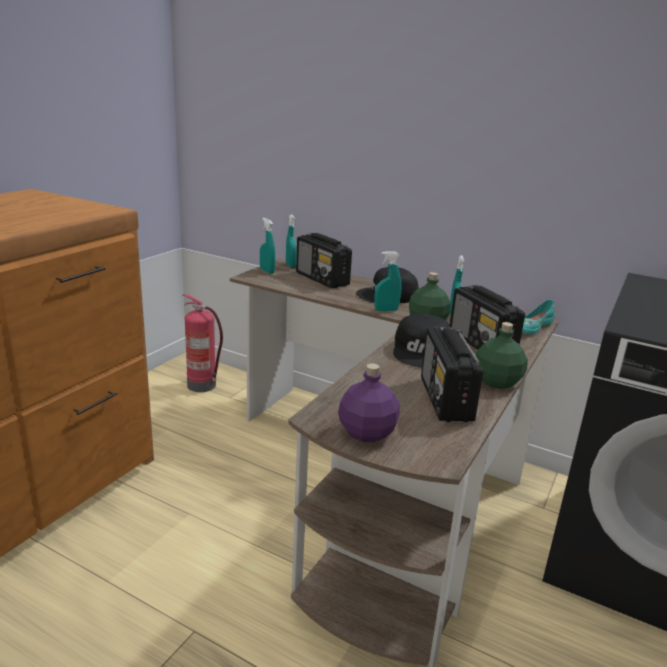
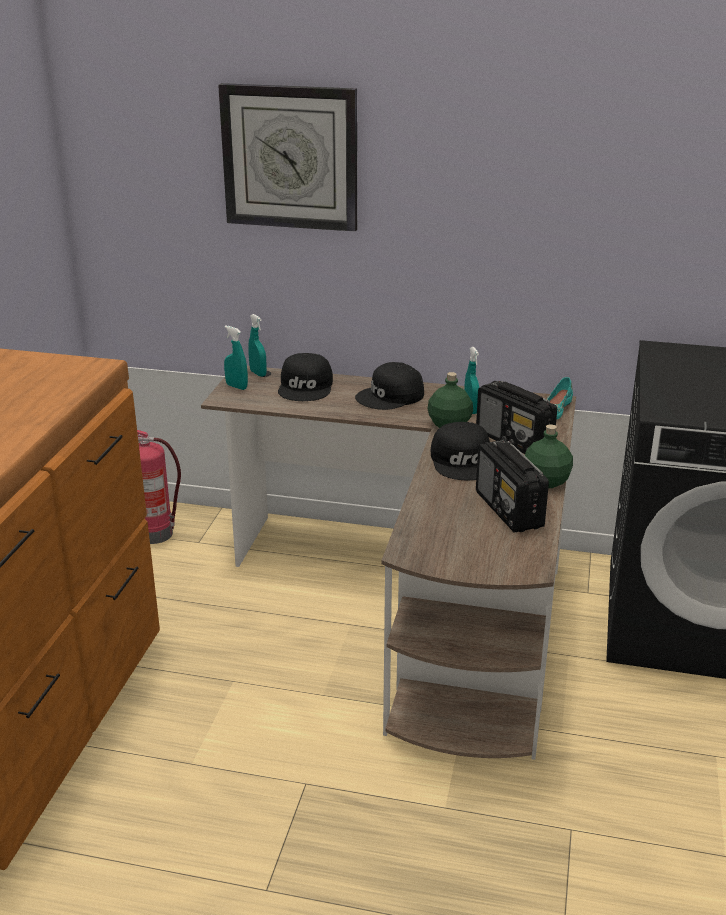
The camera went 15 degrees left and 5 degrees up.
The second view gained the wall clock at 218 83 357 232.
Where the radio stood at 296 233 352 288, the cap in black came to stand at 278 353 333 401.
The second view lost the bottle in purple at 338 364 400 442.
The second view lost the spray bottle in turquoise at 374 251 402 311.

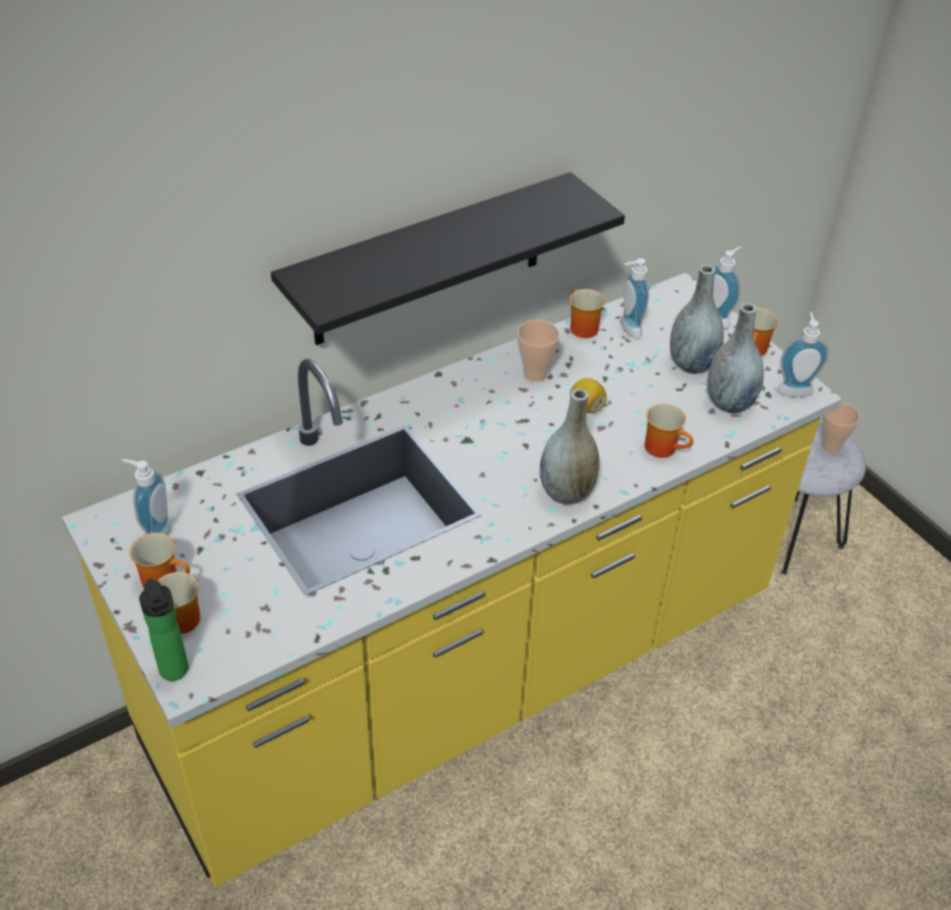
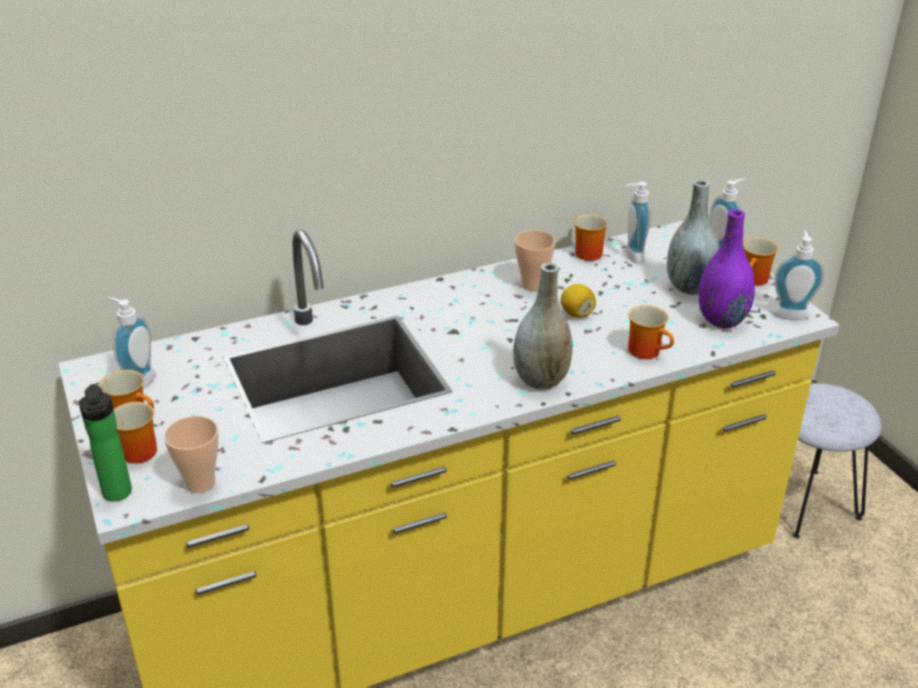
The camera went 10 degrees right and 10 degrees down.
The cup ended up elsewhere, having gone from 821 402 860 453 to 164 416 219 494.
What was the vase in grey at 707 303 764 414 turned into the vase in purple at 699 209 755 329.
The second view lost the shelf in black at 271 172 625 345.

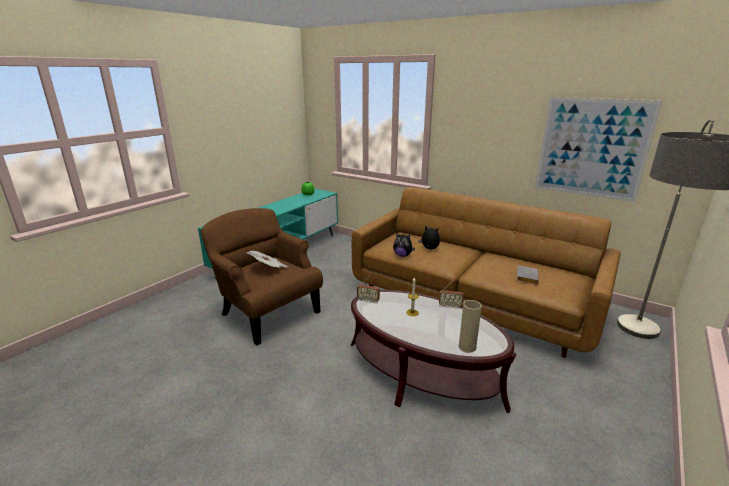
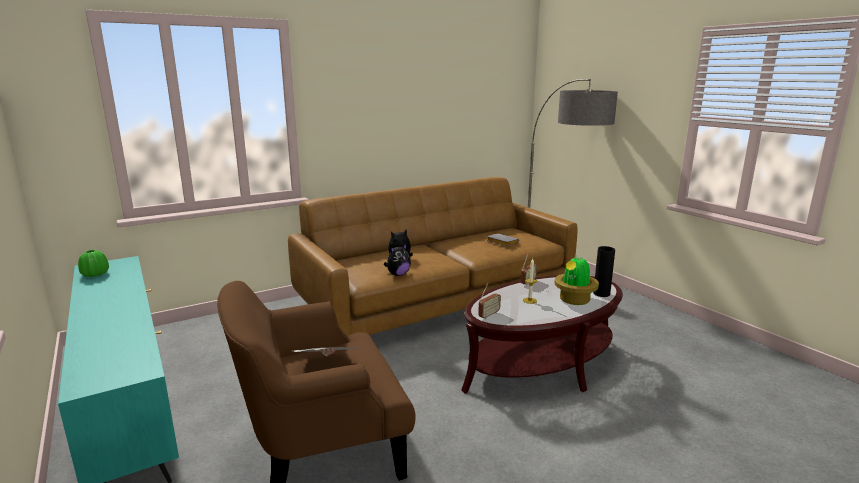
The camera went 65 degrees left and 5 degrees down.
The second view gained the potted plant at 554 255 599 305.
What was the vase in beige at 459 300 482 353 turned into the vase in black at 593 246 615 297.
The second view lost the picture at 535 97 663 202.

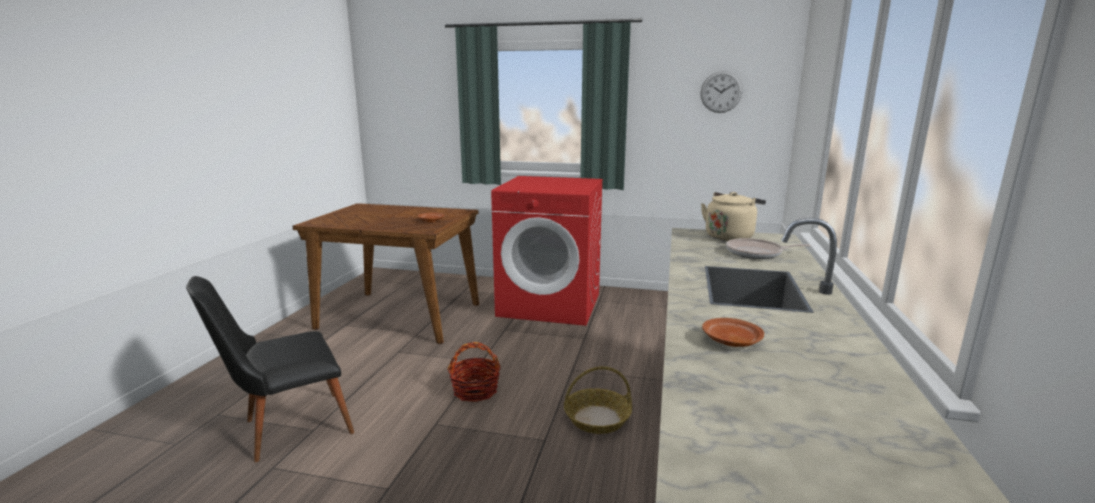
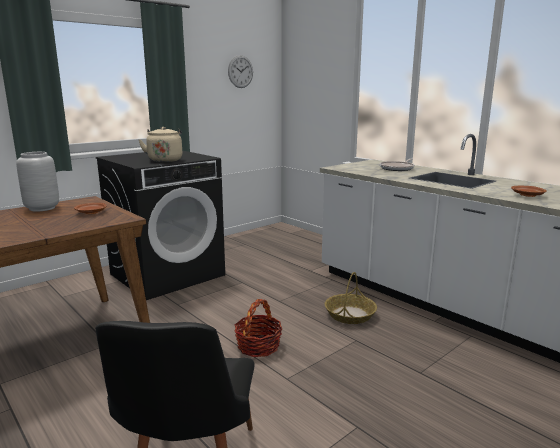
The camera went 55 degrees left and 0 degrees up.
The second view gained the vase in grey at 16 152 59 212.
What was the washing machine in red at 491 176 603 326 turned into the washing machine in black at 96 151 225 300.
The kettle in beige ended up elsewhere, having gone from 701 192 766 241 to 138 127 182 162.

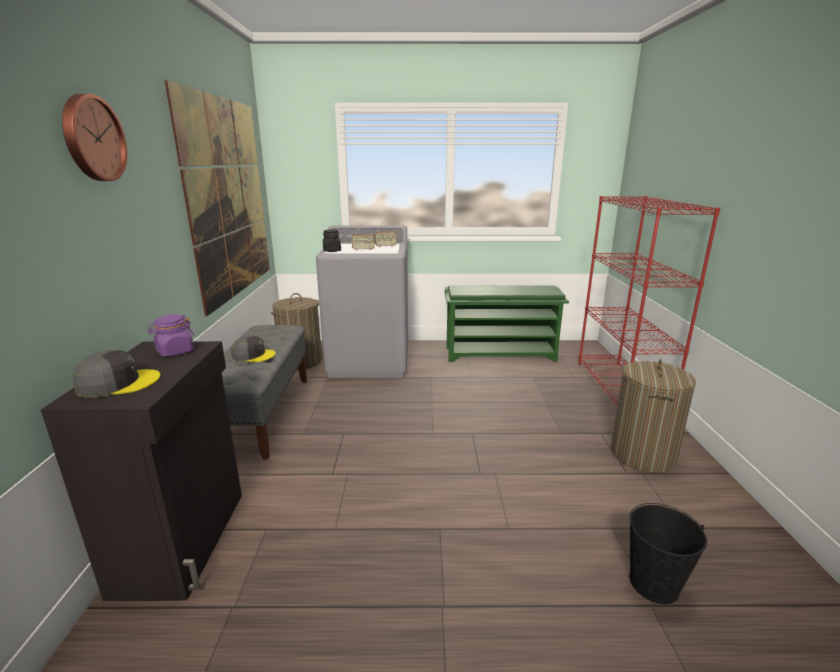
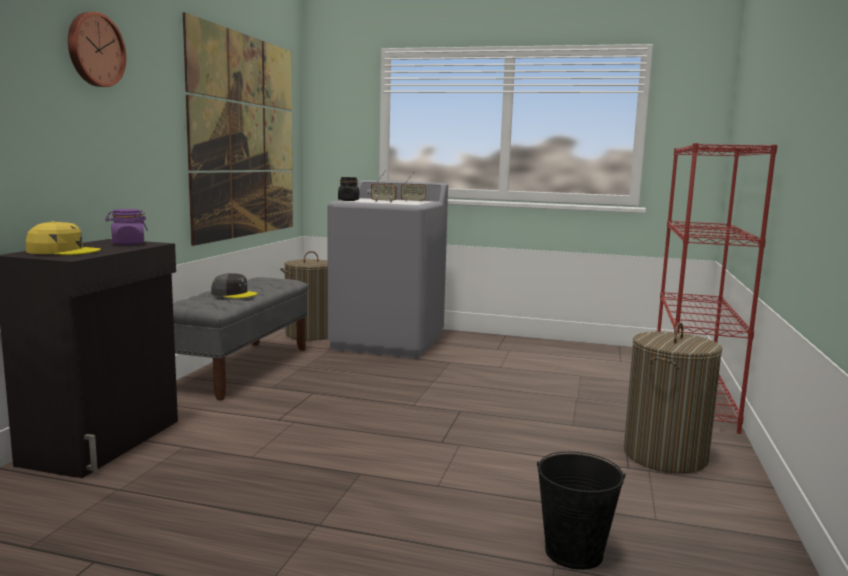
The camera went 15 degrees right and 10 degrees down.
What was the cap in grey at 73 350 161 397 turned into the cap in yellow at 26 221 101 255.
The second view lost the shoe rack in green at 445 286 569 362.

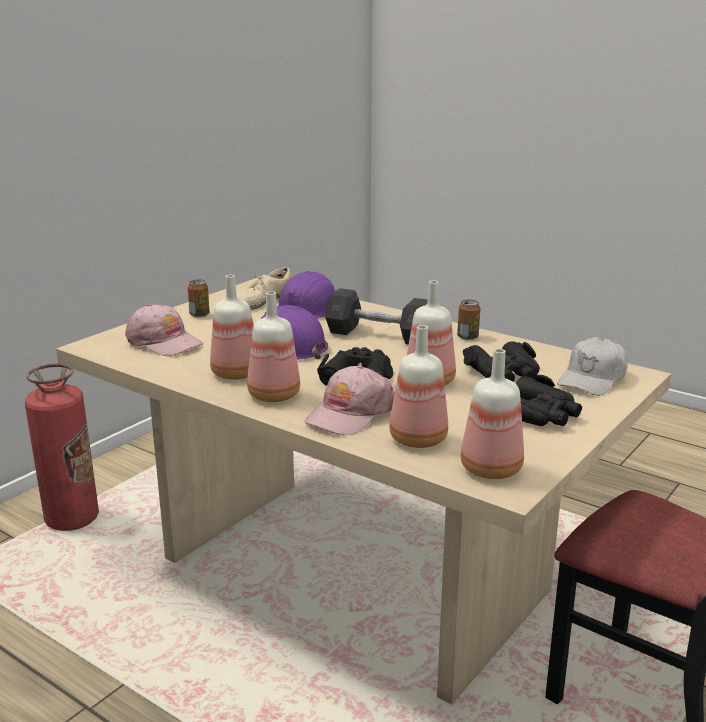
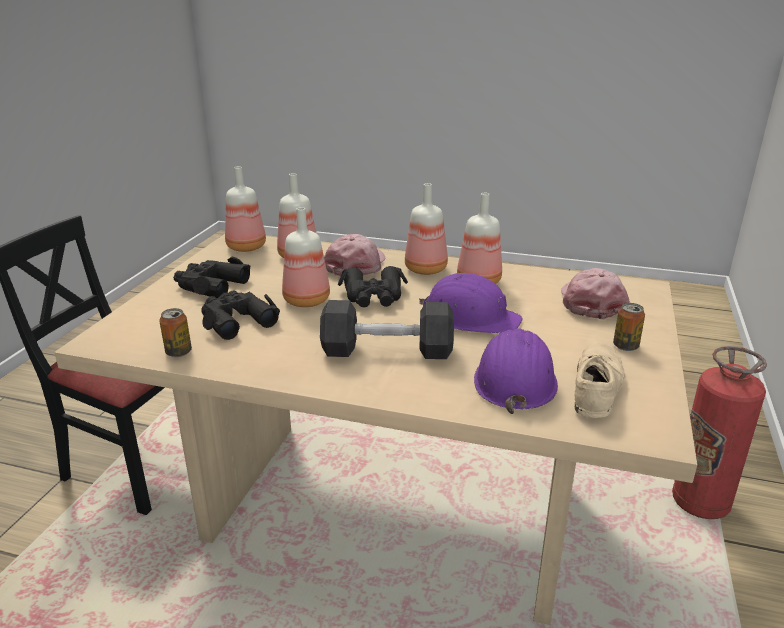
The camera went 160 degrees right and 5 degrees up.
The can ended up elsewhere, having gone from 457 299 481 340 to 159 308 192 357.
The cap in pink at 125 304 203 356 ended up facing another way, 75 degrees clockwise from before.
The second view lost the cap in white at 557 337 628 396.

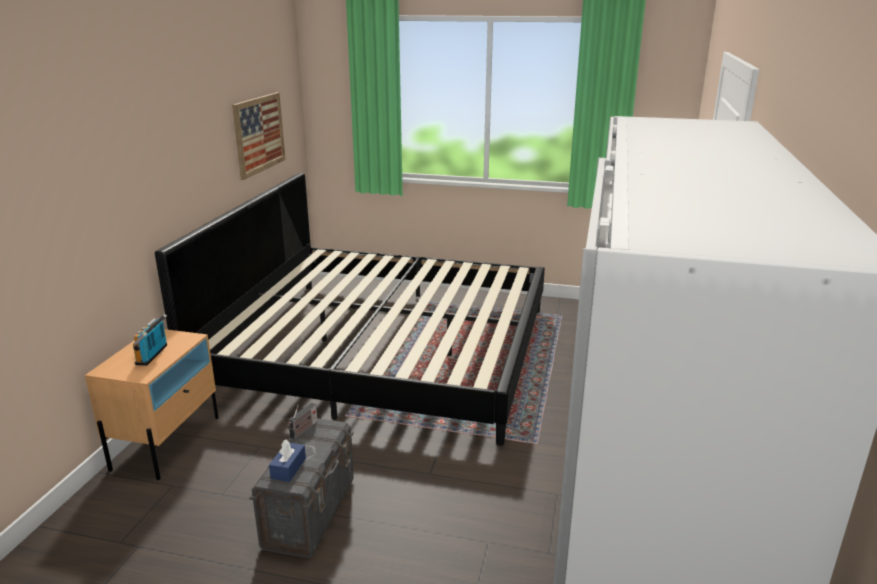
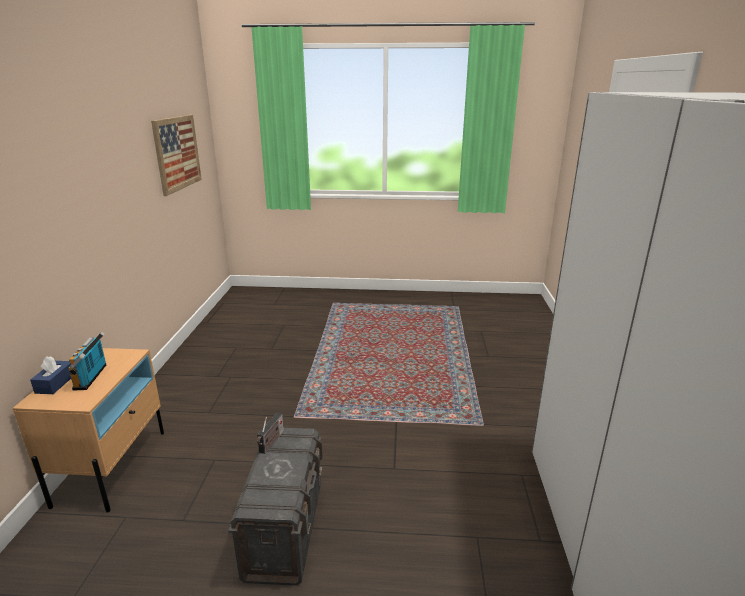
The camera went 10 degrees left and 0 degrees up.
The tissue box in blue ended up elsewhere, having gone from 269 440 306 482 to 30 356 71 394.
The second view lost the bed at 155 173 545 446.

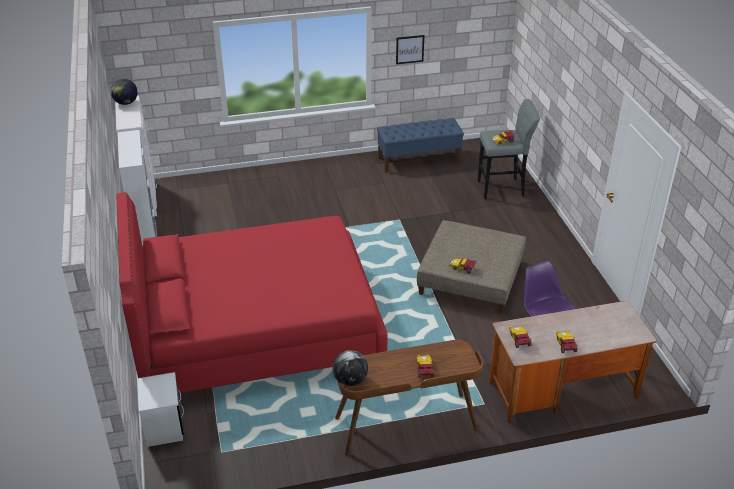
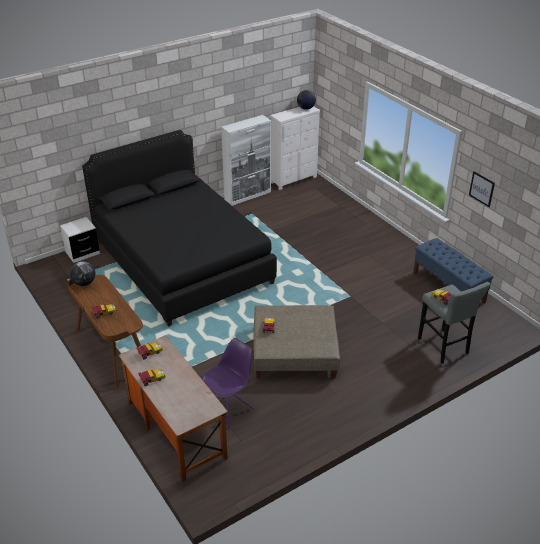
The camera went 70 degrees right and 0 degrees up.
What was the bed in red at 116 192 388 393 turned into the bed in black at 82 130 277 327.

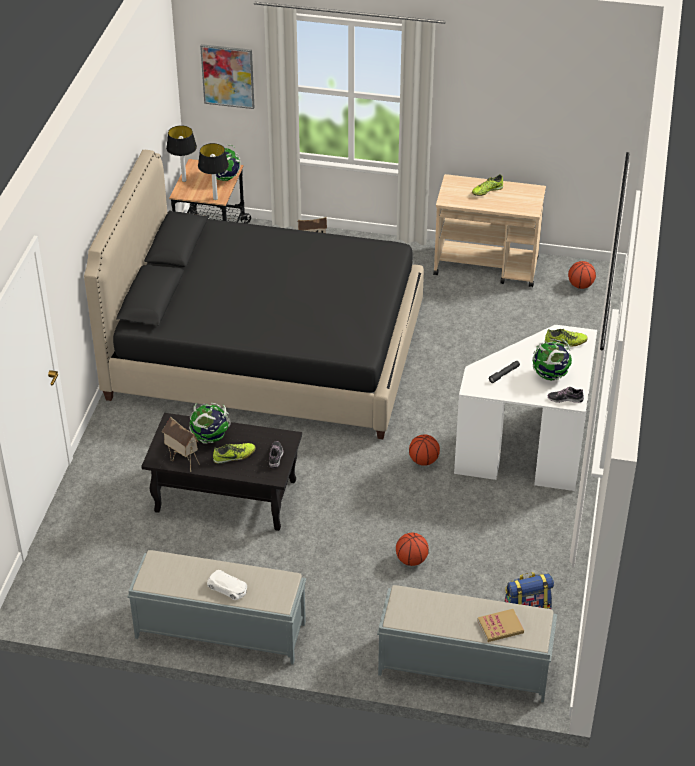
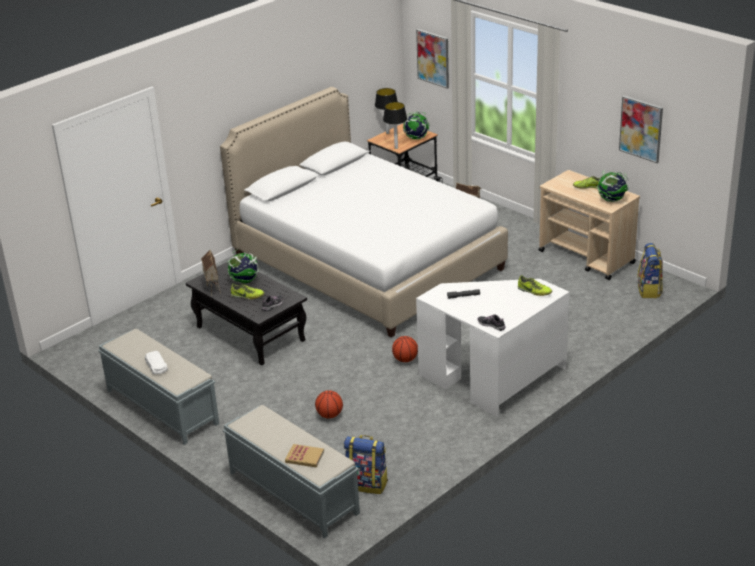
The camera went 35 degrees right and 10 degrees down.
What was the bed in black at 84 150 424 439 turned into the bed in white at 220 87 508 337.
The globe ended up elsewhere, having gone from 532 338 572 381 to 598 170 629 202.
The second view gained the picture at 619 96 663 163.
Where the basketball stood at 568 261 596 289, the backpack came to stand at 637 243 663 298.

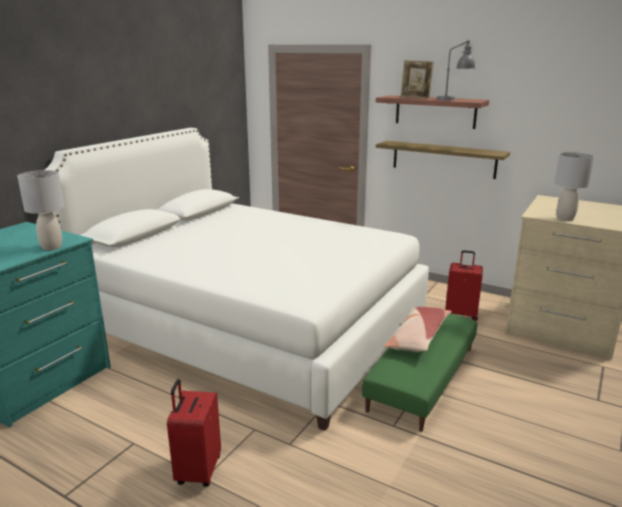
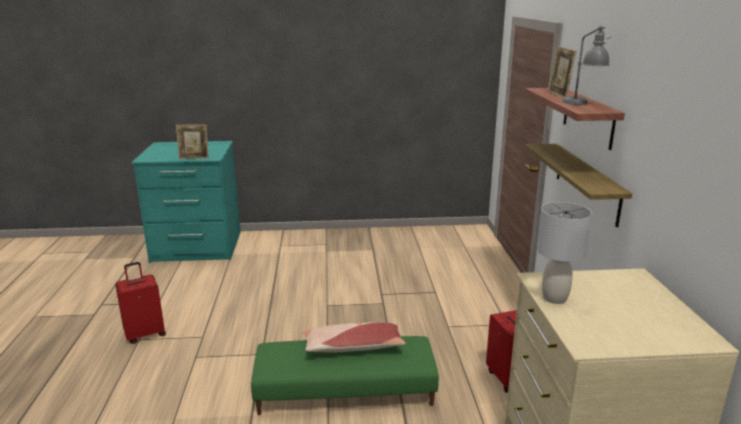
The camera went 55 degrees right and 0 degrees up.
Where the table lamp in grey stood at 17 170 64 250, the picture frame came to stand at 176 124 209 159.
The second view lost the bed in white at 45 128 429 431.

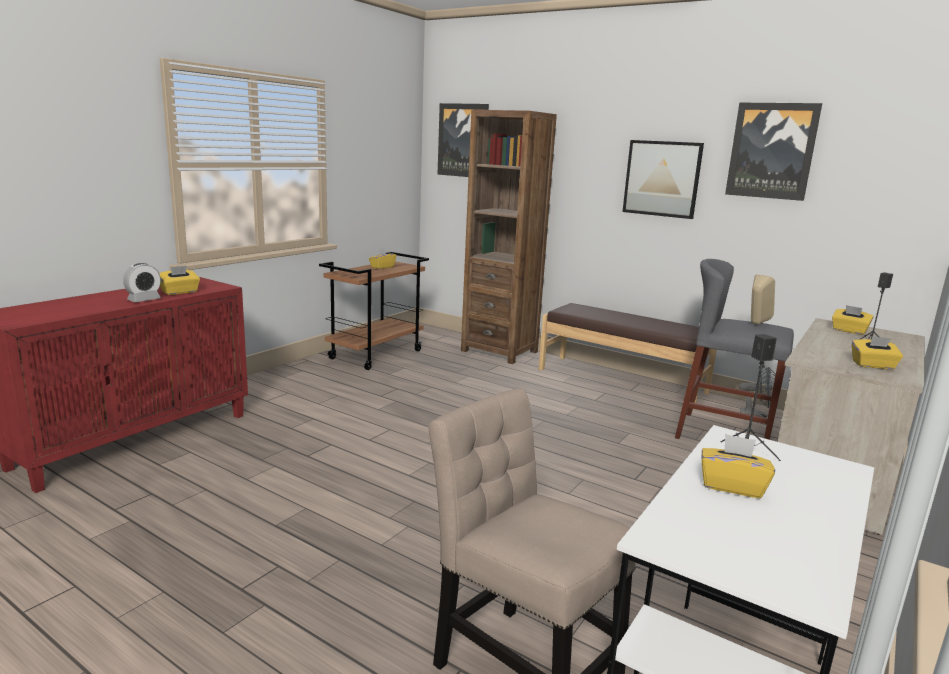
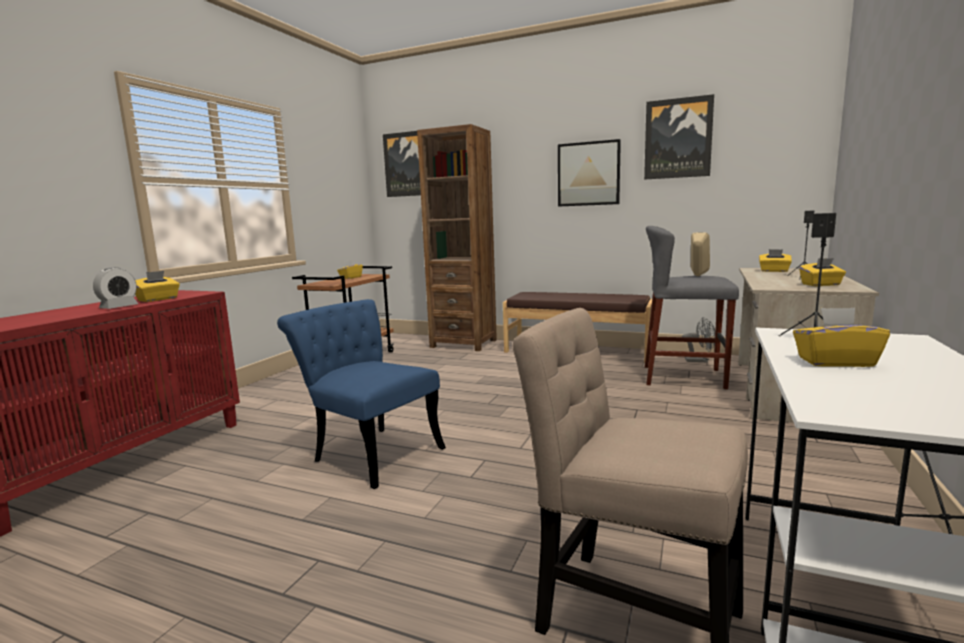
The camera went 10 degrees left and 5 degrees down.
The second view gained the chair in blue at 277 299 446 489.

